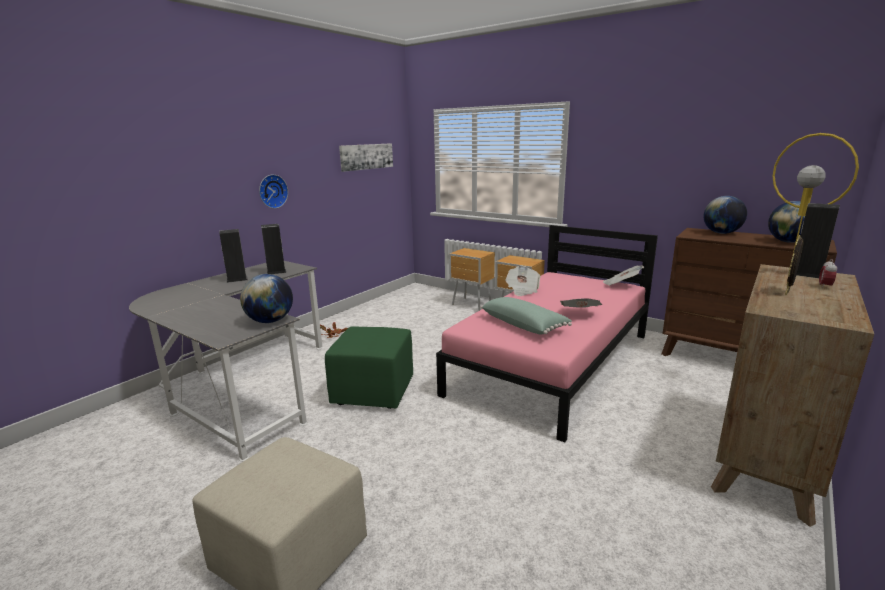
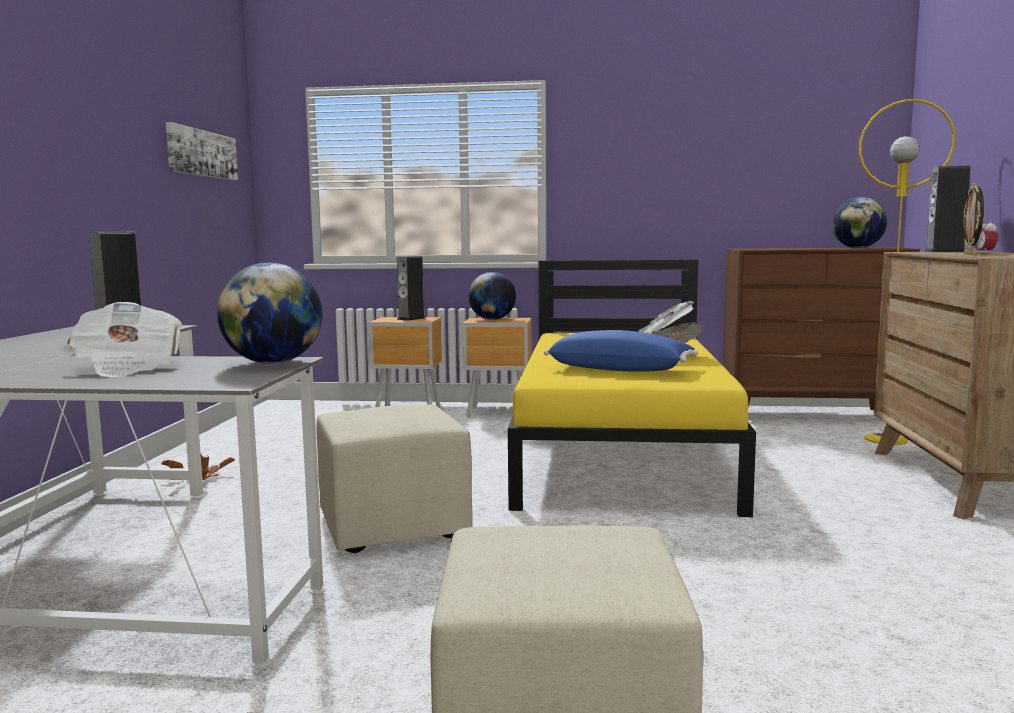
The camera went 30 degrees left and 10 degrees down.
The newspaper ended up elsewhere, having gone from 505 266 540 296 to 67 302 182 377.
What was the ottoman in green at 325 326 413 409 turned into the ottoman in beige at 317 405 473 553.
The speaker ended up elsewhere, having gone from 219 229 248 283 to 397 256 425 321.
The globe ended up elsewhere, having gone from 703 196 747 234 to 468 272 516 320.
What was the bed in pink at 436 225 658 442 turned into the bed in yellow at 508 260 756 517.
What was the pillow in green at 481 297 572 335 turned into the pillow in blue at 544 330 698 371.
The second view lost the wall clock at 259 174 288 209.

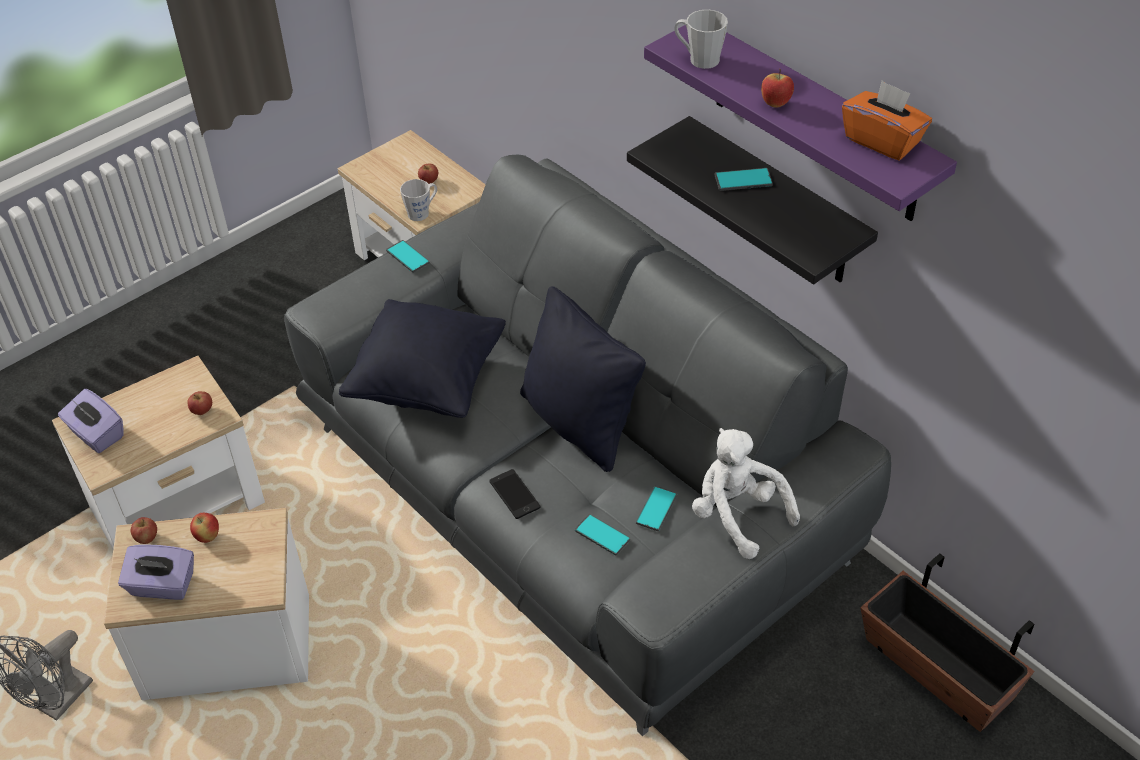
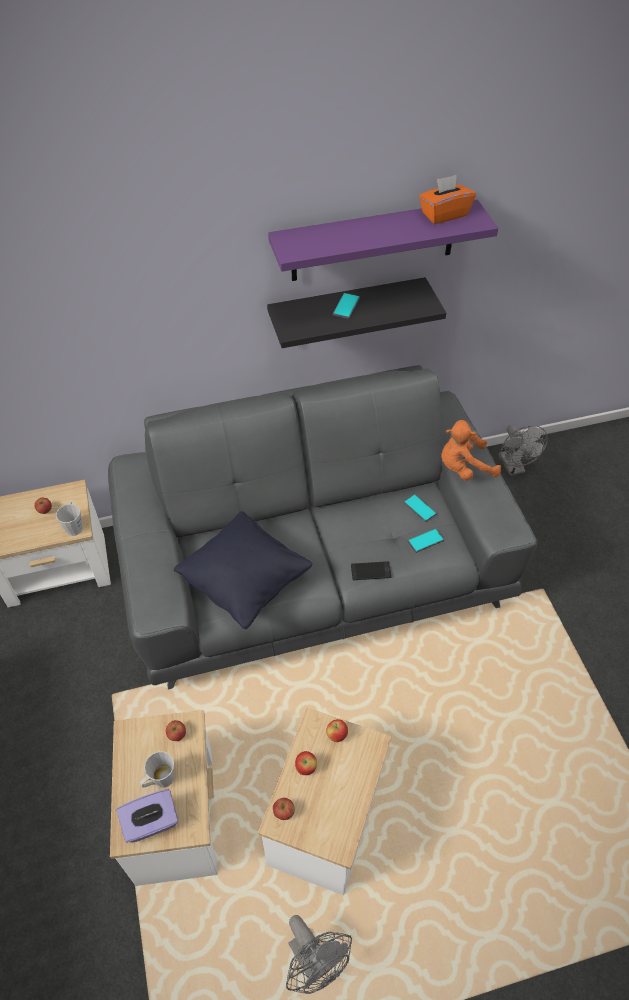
The camera went 65 degrees left and 5 degrees up.
The mug in grey ended up elsewhere, having gone from 674 10 728 69 to 140 751 175 788.
The apple ended up elsewhere, having gone from 761 69 794 107 to 326 719 348 742.
What was the plush toy in white at 692 428 800 559 turned into the plush toy in orange at 441 420 501 481.
Where the planter stood at 861 554 1035 732, the fan in grey came to stand at 499 425 548 476.
The second view lost the tissue box in purple at 118 545 194 600.
The second view lost the phone at 386 240 430 273.
The second view lost the pillow in black at 520 286 646 472.

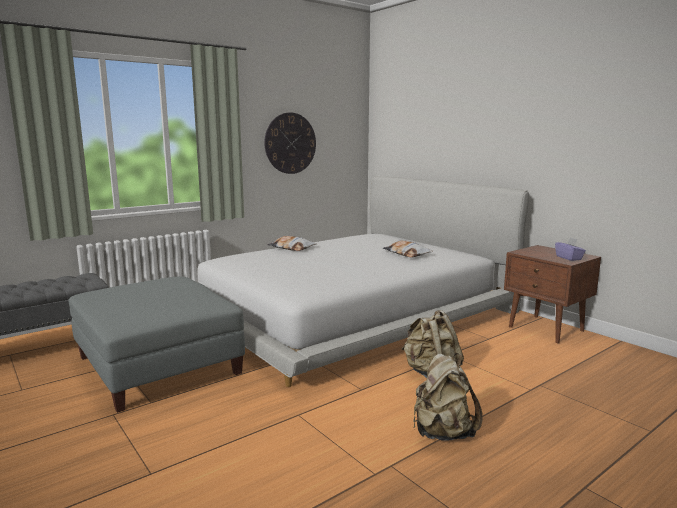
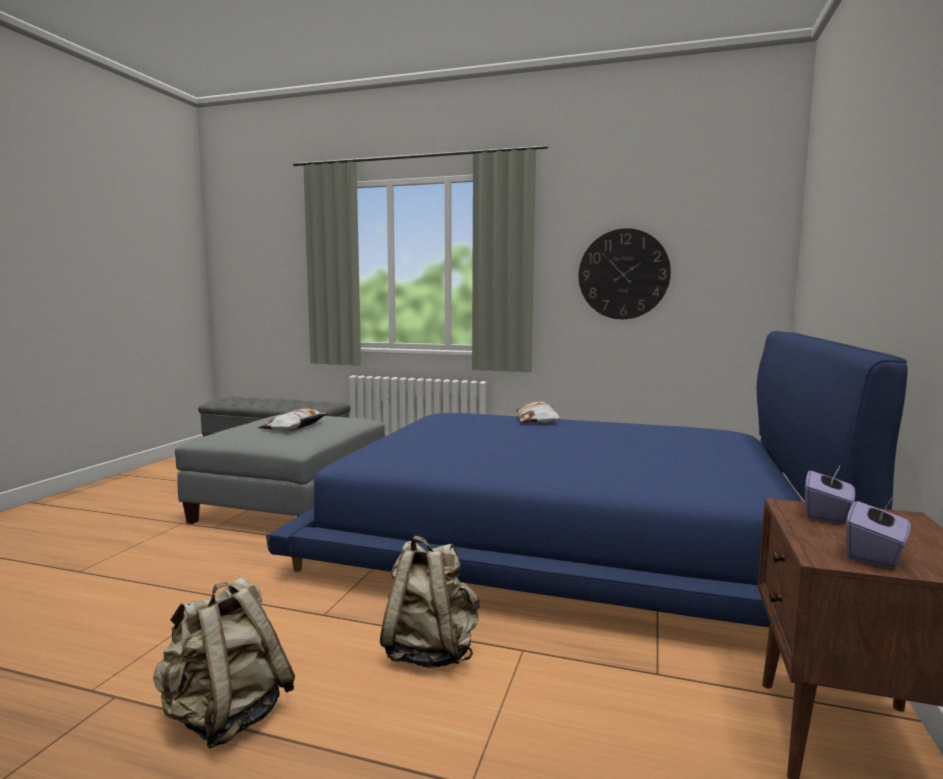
The camera went 55 degrees right and 5 degrees down.
The pillow ended up elsewhere, having gone from 383 240 433 258 to 257 409 328 431.
What was the bed in white at 197 176 529 387 turned into the bed in blue at 266 331 908 627.
The second view gained the tissue box in purple at 805 466 855 524.

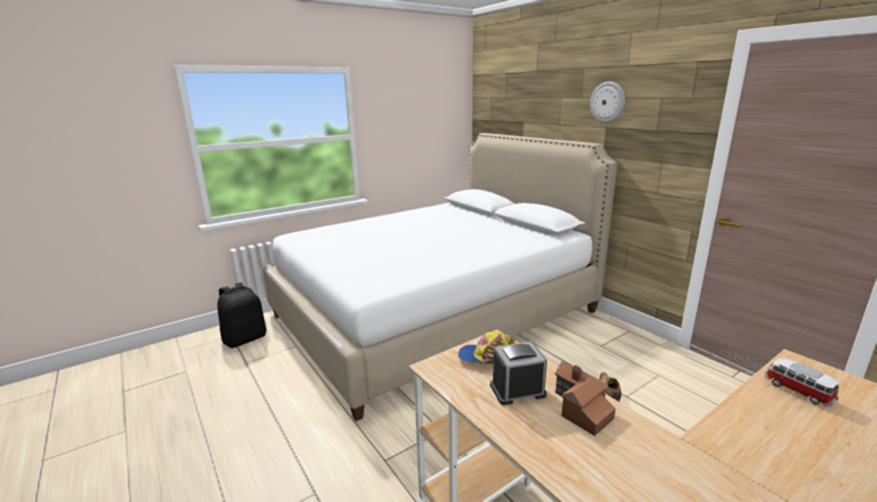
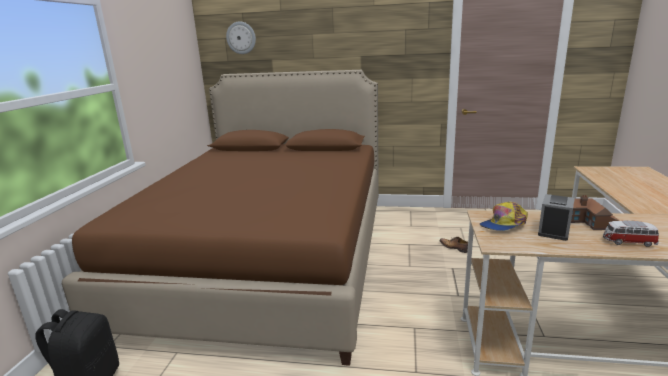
The camera went 45 degrees left and 0 degrees up.
What was the bed in white at 263 133 618 421 turned into the bed in brown at 62 70 379 366.
The wall clock ended up elsewhere, having gone from 590 82 625 123 to 226 21 256 54.
The toy car ended up elsewhere, having gone from 765 358 839 407 to 603 221 659 247.

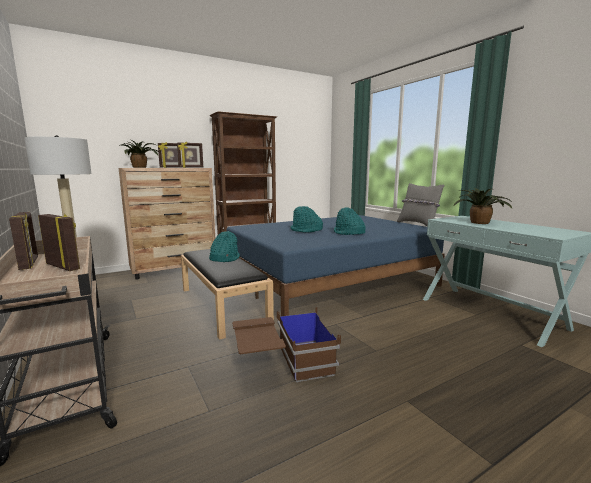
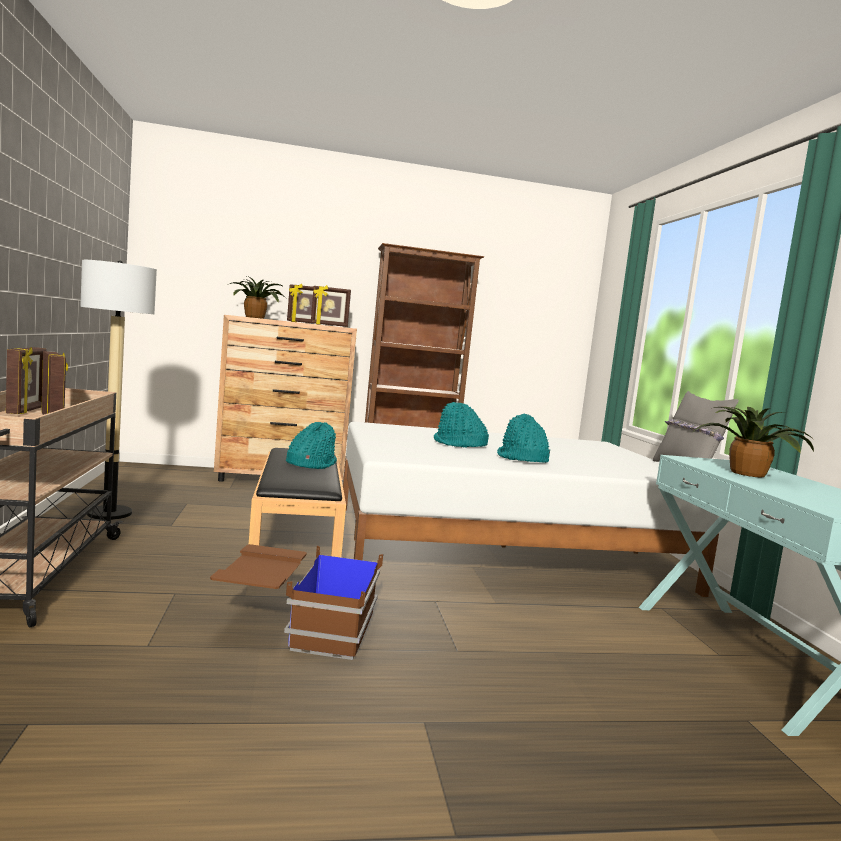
The camera went 20 degrees right and 5 degrees down.
What was the bed in blue at 227 215 445 316 turned into the bed in white at 343 422 719 597.

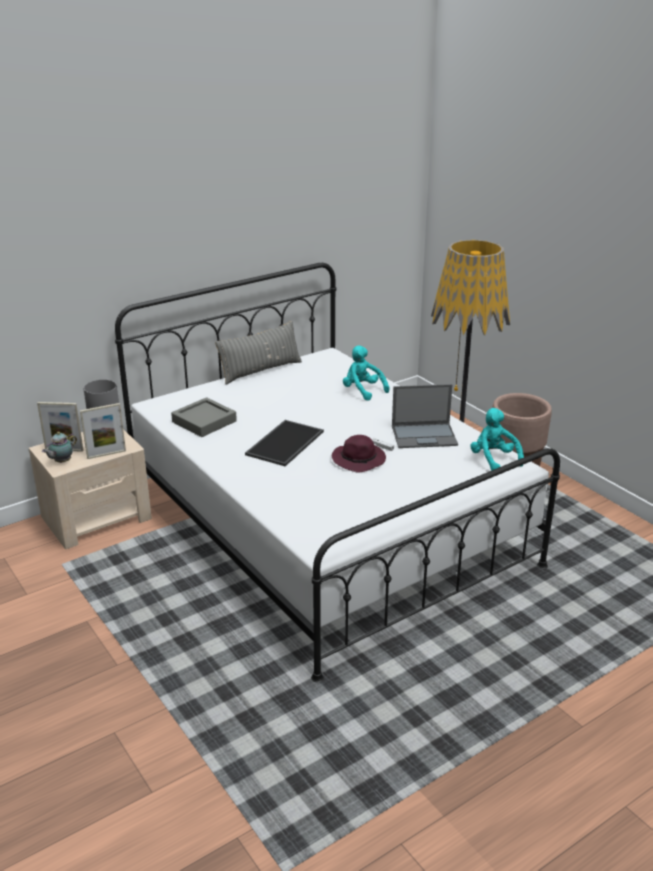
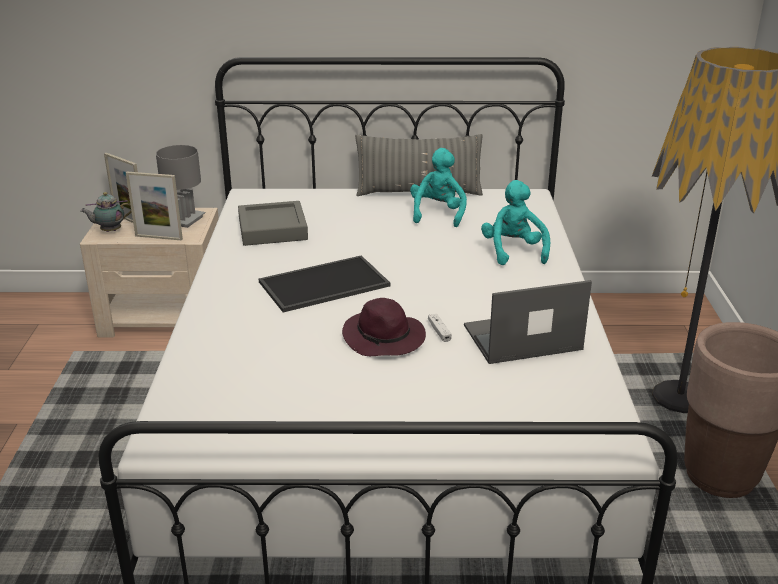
The camera went 35 degrees right and 0 degrees up.
The plush toy in turquoise ended up elsewhere, having gone from 470 408 524 471 to 410 148 467 227.
The laptop at 392 384 458 448 ended up facing another way, 135 degrees clockwise from before.

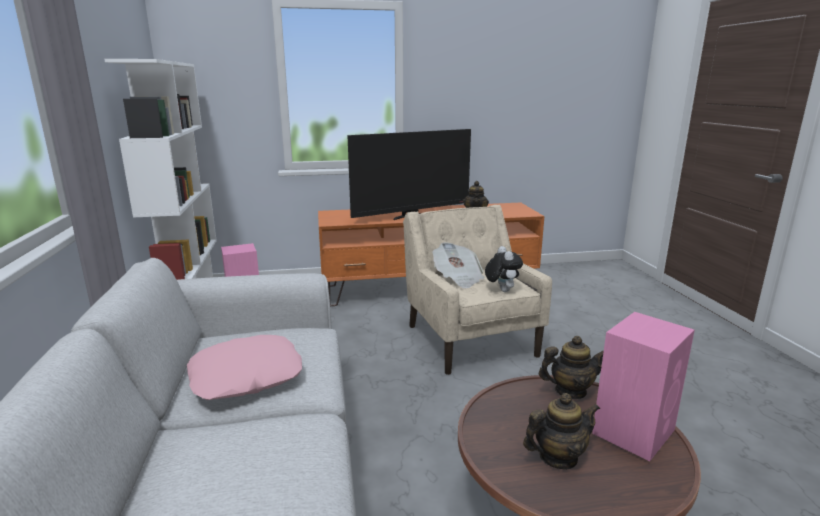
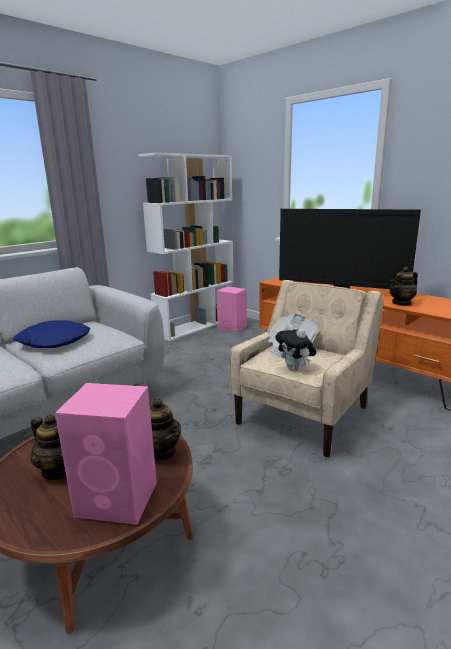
The camera went 55 degrees right and 0 degrees up.
What was the pillow in pink at 187 335 302 400 turned into the pillow in blue at 13 320 90 348.
The plush toy at 485 246 523 292 ended up facing another way, 105 degrees clockwise from before.

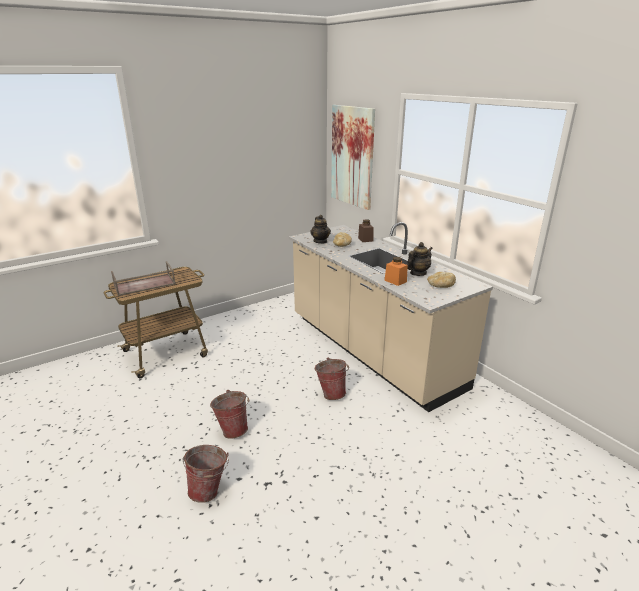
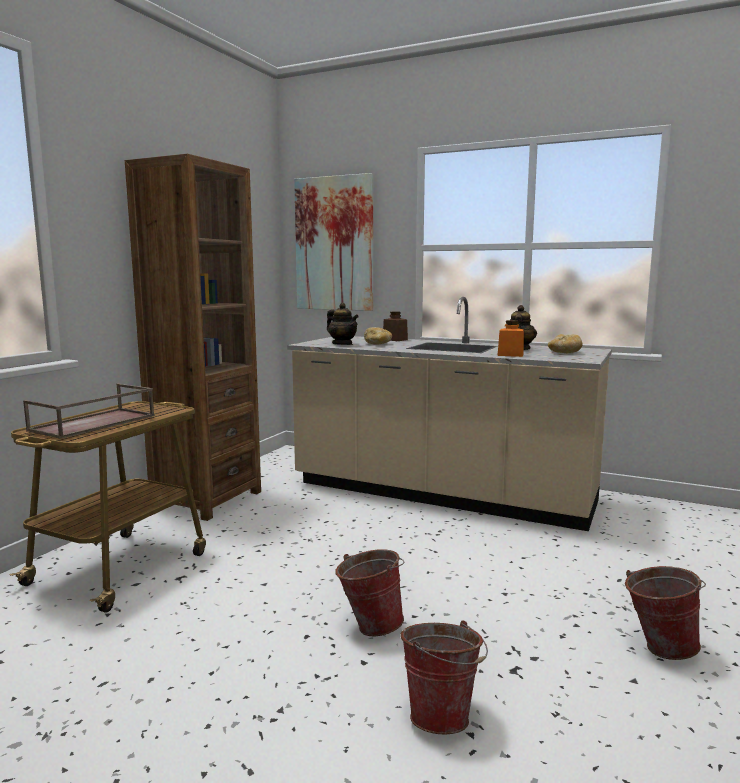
The camera went 30 degrees left and 15 degrees down.
The second view gained the bookcase in brown at 125 154 261 521.
The bucket ended up elsewhere, having gone from 315 357 349 400 to 625 566 706 660.

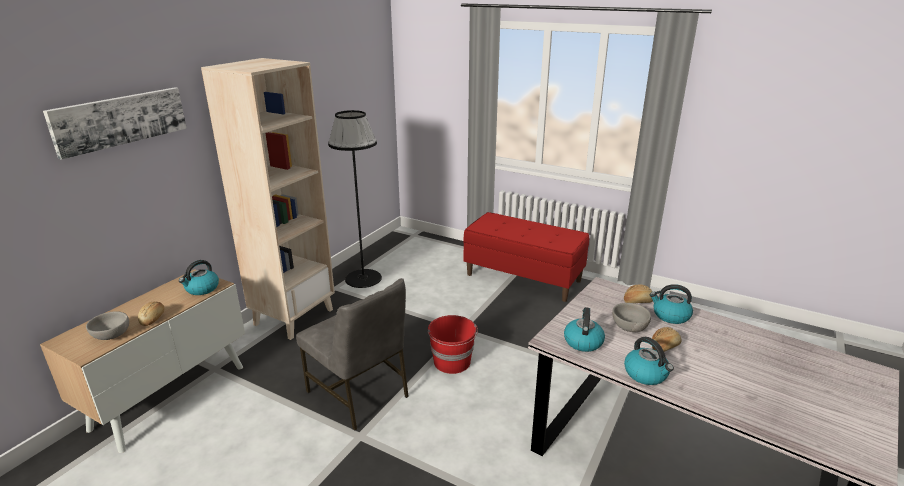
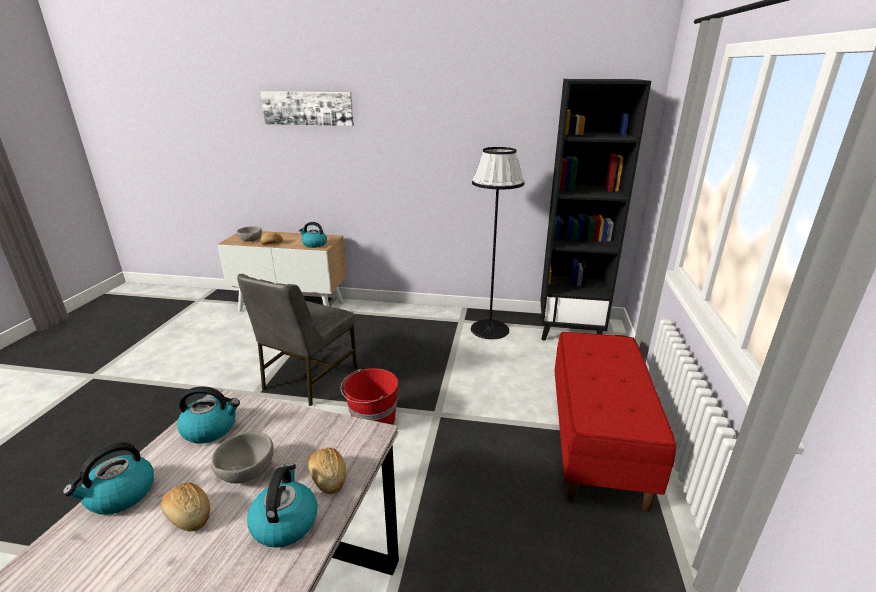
The camera went 70 degrees right and 0 degrees up.
The second view gained the bookcase in black at 540 79 651 340.
The second view lost the bookcase in beige at 201 58 335 340.

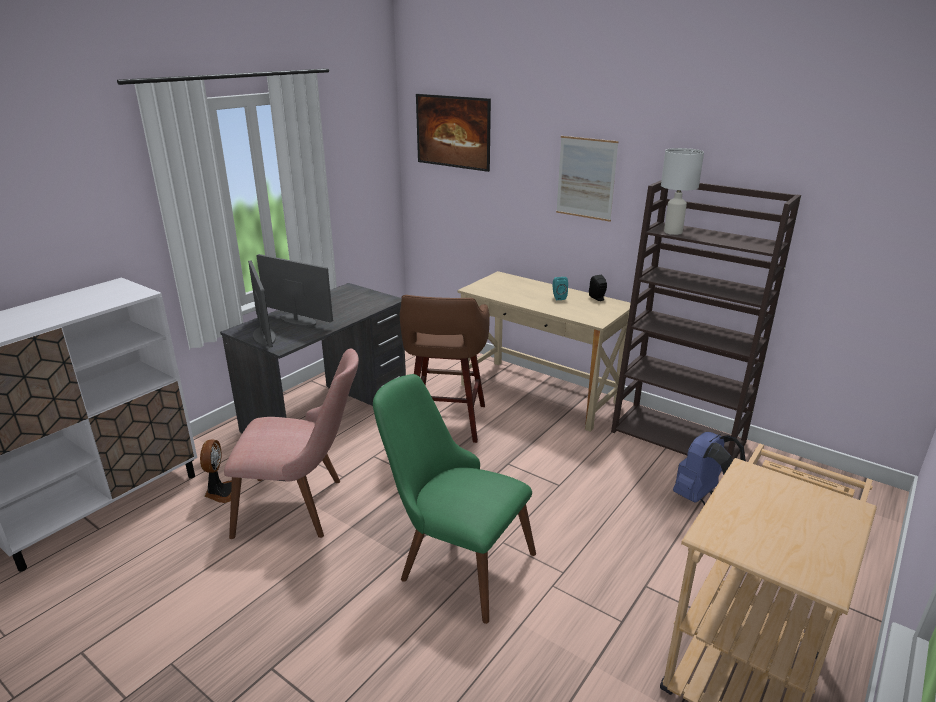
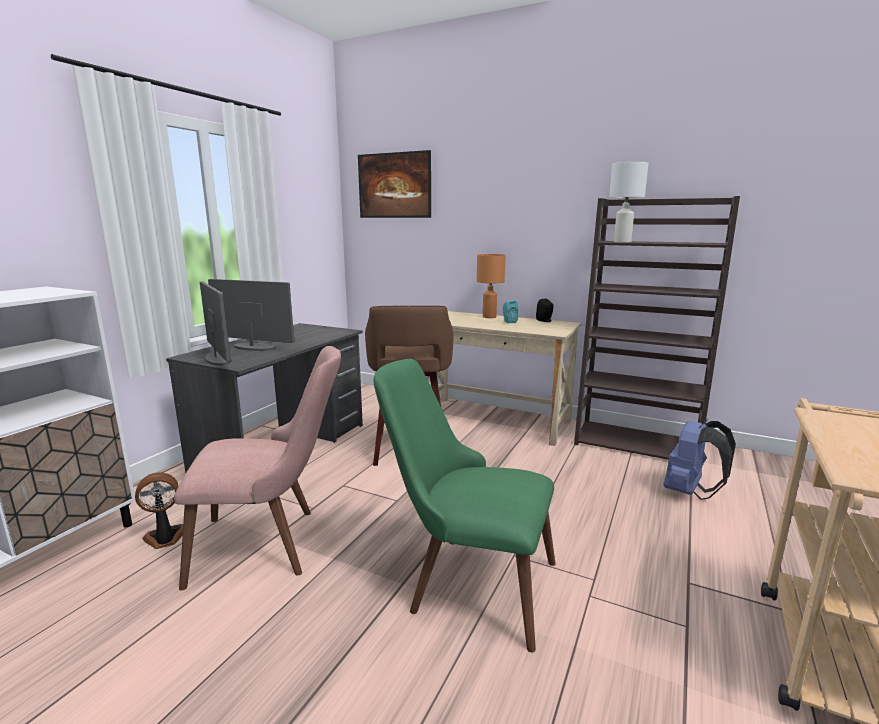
The camera went 10 degrees left and 10 degrees down.
The fan at 200 439 232 503 ended up facing another way, 105 degrees counterclockwise from before.
The second view gained the table lamp in orange at 477 254 506 318.
The second view lost the picture at 556 136 619 222.

